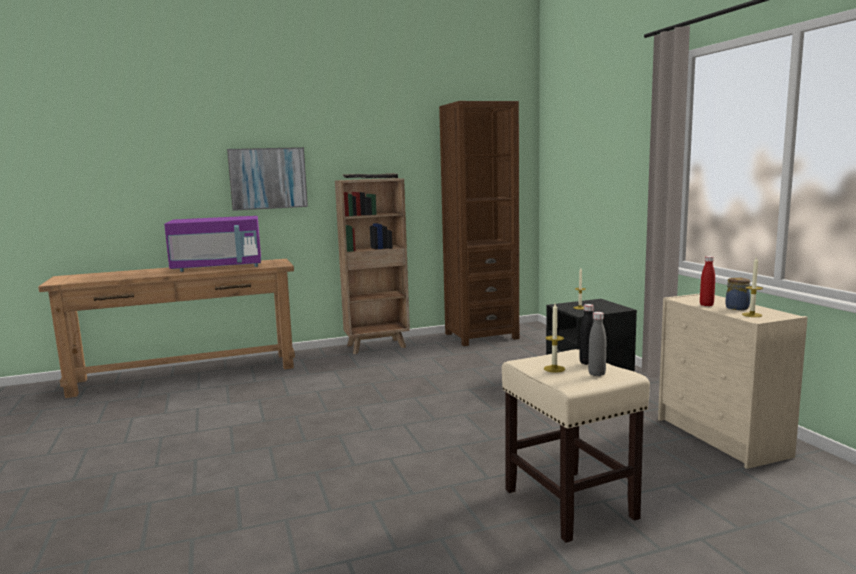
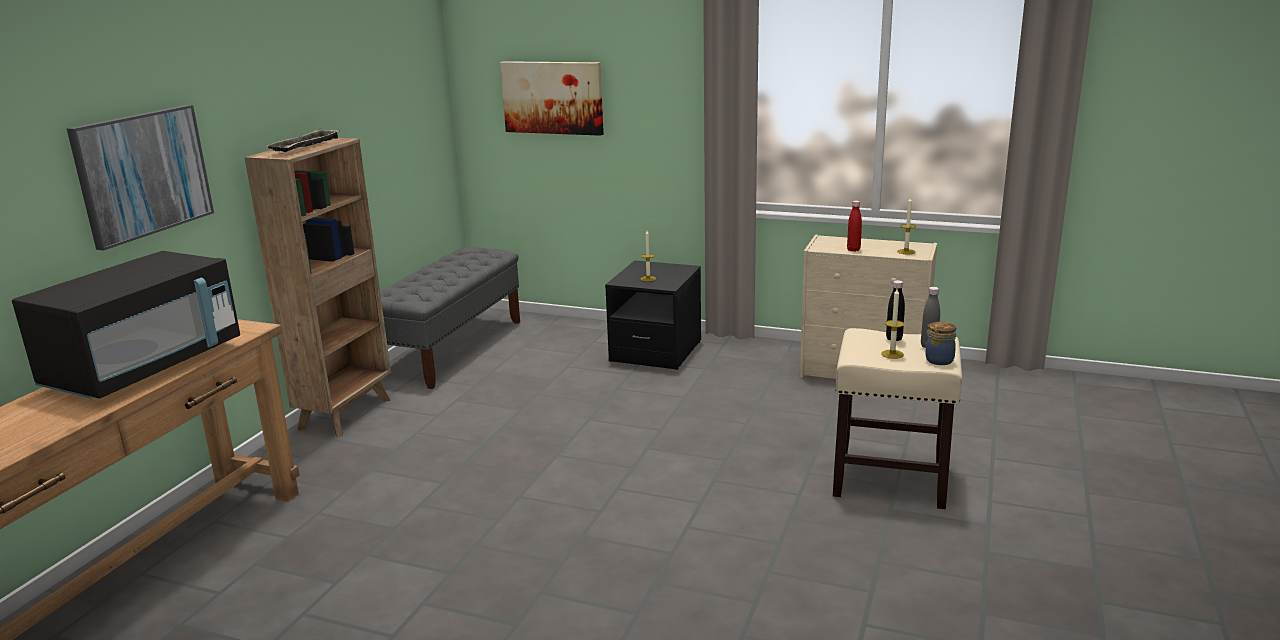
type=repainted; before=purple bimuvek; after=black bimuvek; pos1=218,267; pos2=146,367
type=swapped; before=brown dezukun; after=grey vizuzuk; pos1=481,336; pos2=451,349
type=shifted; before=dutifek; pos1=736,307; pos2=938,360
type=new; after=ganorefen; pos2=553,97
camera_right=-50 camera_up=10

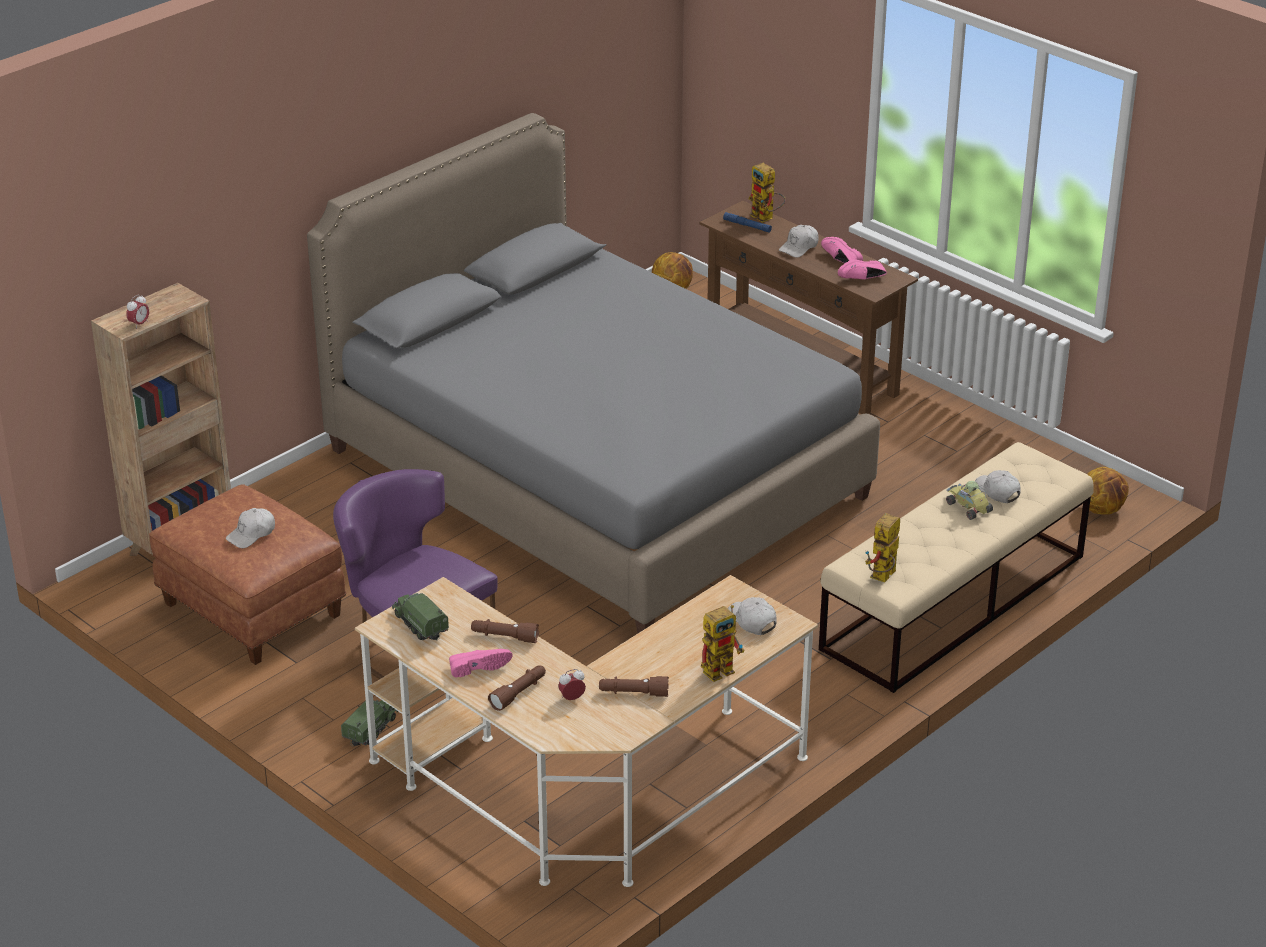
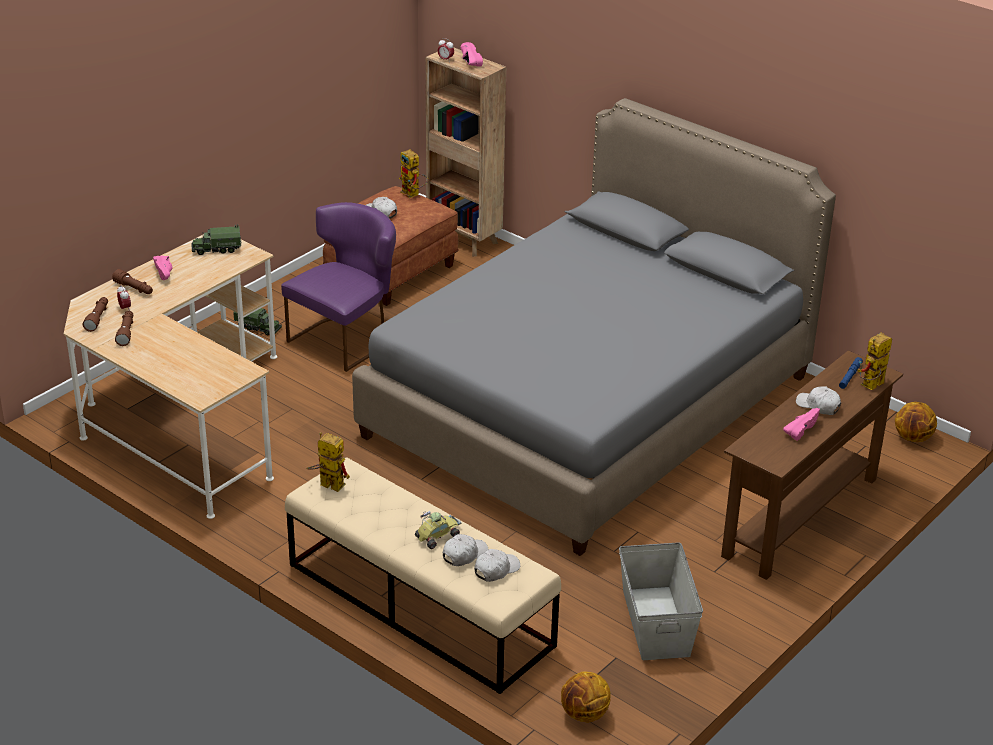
type=rotated; before=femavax; pos1=420,624; pos2=217,249; turn=-150
type=shifted; before=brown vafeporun; pos1=504,637; pos2=98,318
type=shifted; before=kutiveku; pos1=722,668; pos2=413,194
type=shifted; before=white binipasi; pos1=751,621; pos2=496,570
type=shifted; before=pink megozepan; pos1=863,279; pos2=468,61
type=new; after=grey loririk; pos2=656,622
camera_right=85 camera_up=0

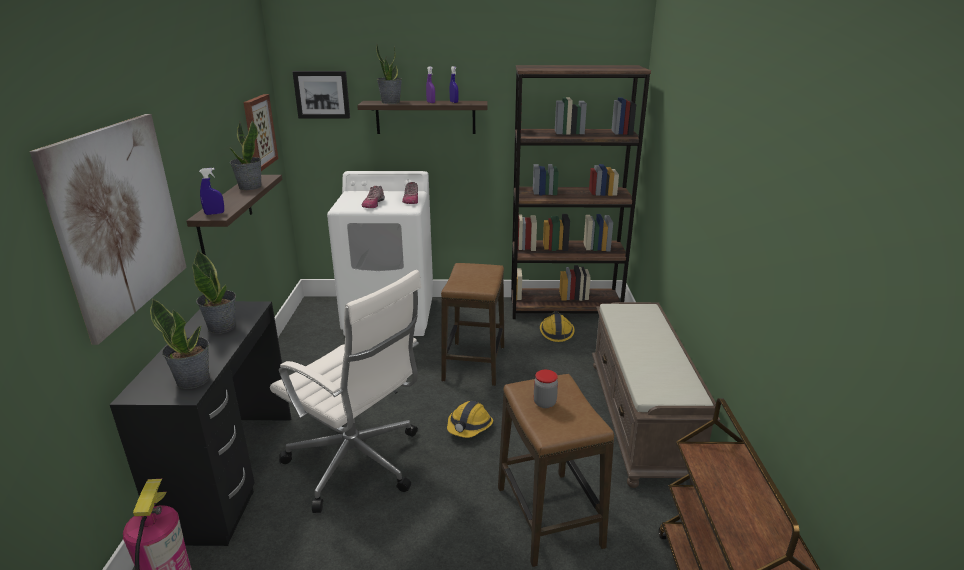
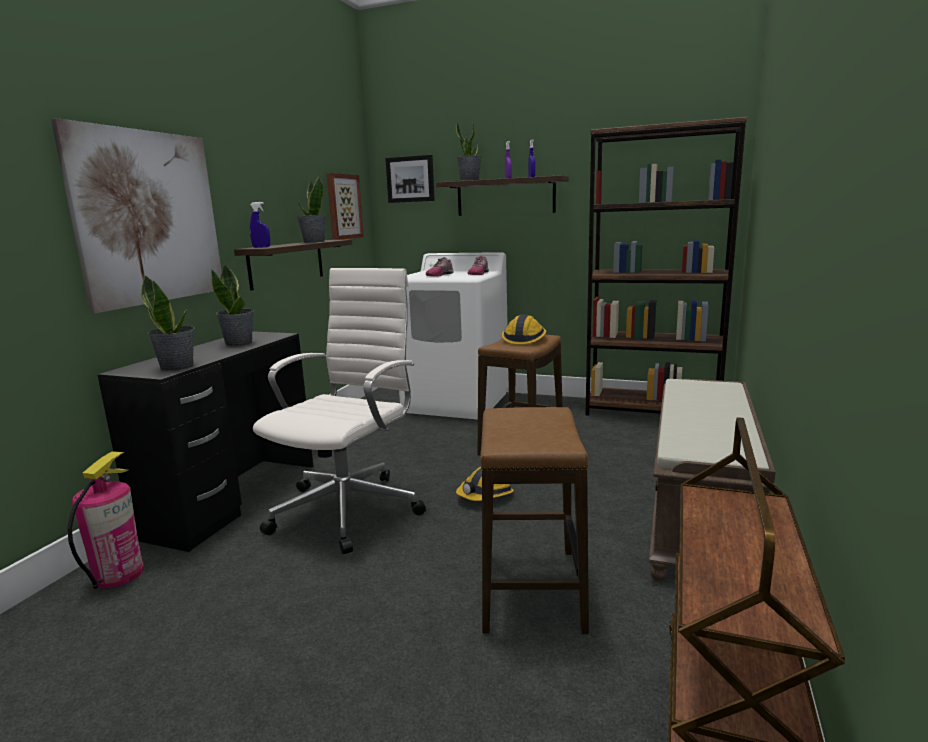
type=rotated; before=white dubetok; pos1=357,463; pos2=350,508; turn=-120
type=gone; before=dutifek; pos1=544,403
type=shifted; before=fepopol; pos1=556,332; pos2=524,339
camera_right=20 camera_up=-10

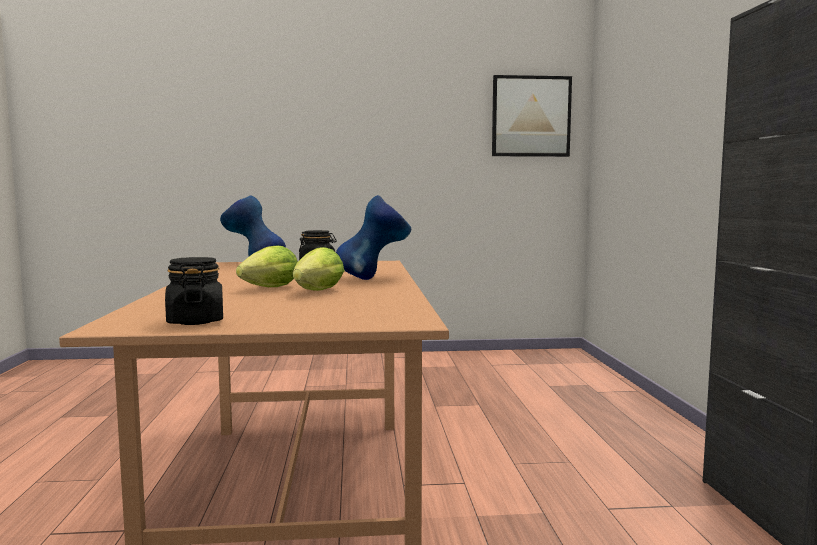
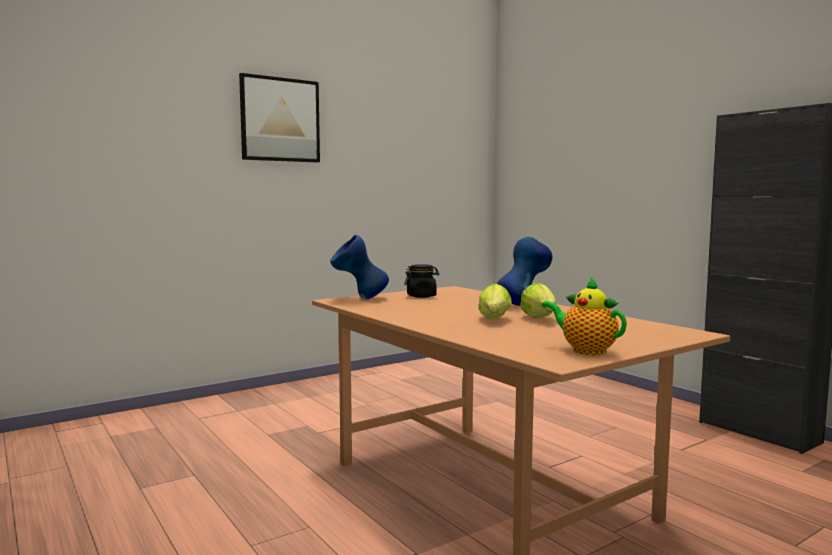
type=swapped; before=black dutifek; after=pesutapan; pos1=195,321; pos2=585,350
type=shifted; before=ganorefen; pos1=531,116; pos2=280,120
camera_right=-30 camera_up=0

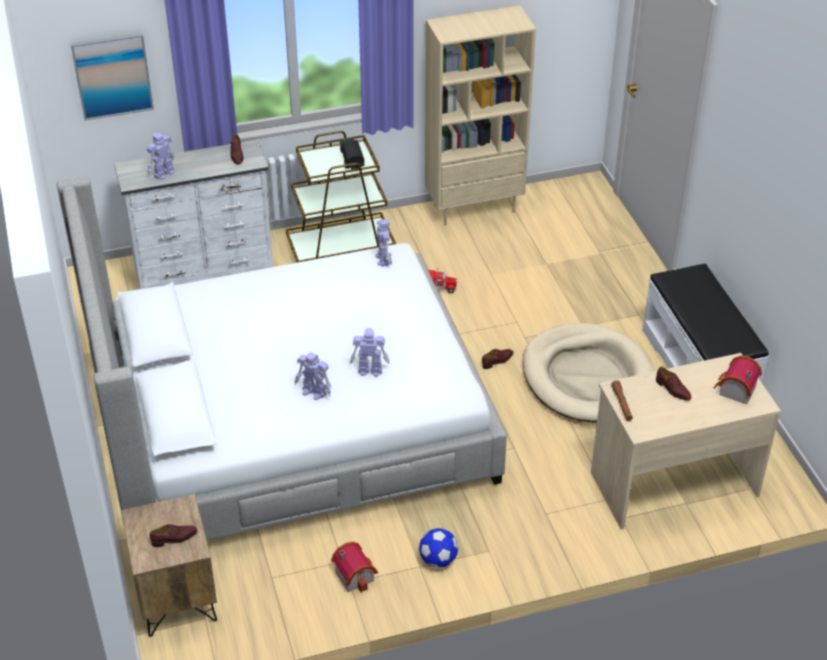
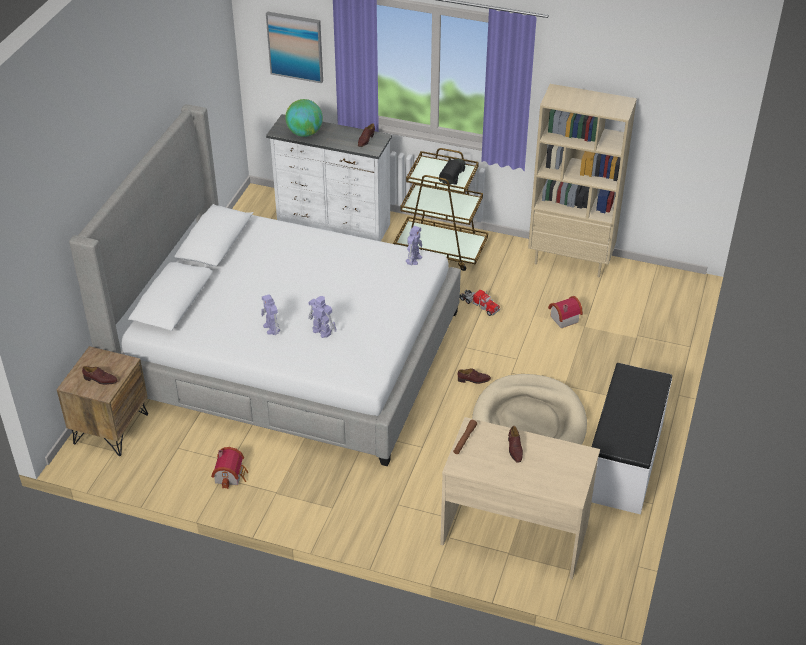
type=swapped; before=kutiveku; after=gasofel; pos1=163,173; pos2=304,133
type=gone; before=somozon; pos1=438,560
type=shifted; before=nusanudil; pos1=734,390; pos2=562,318
camera_right=35 camera_up=0

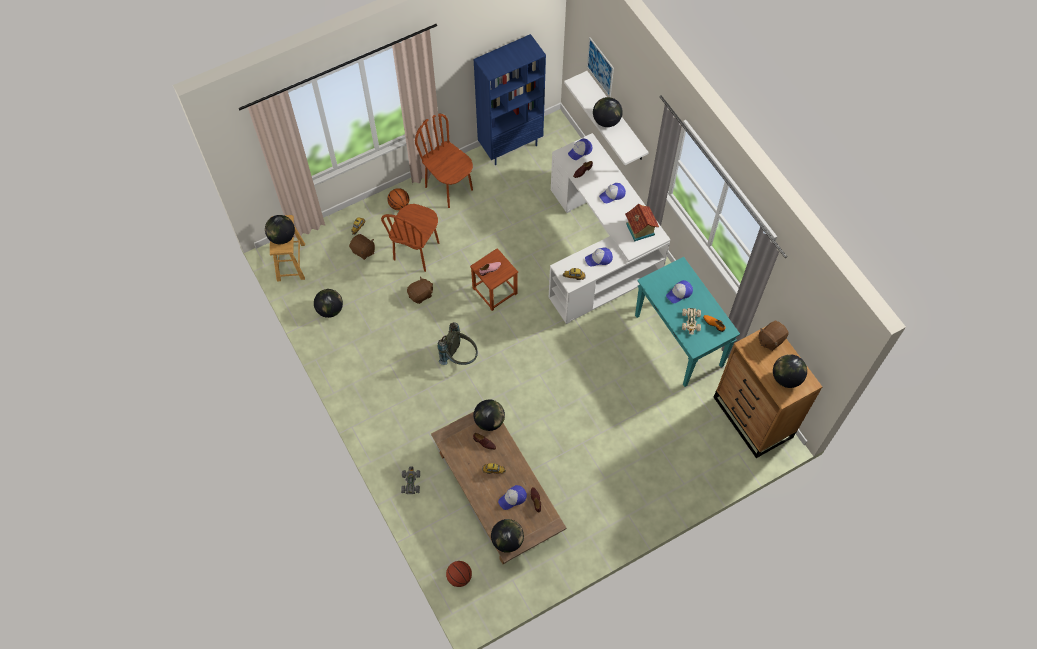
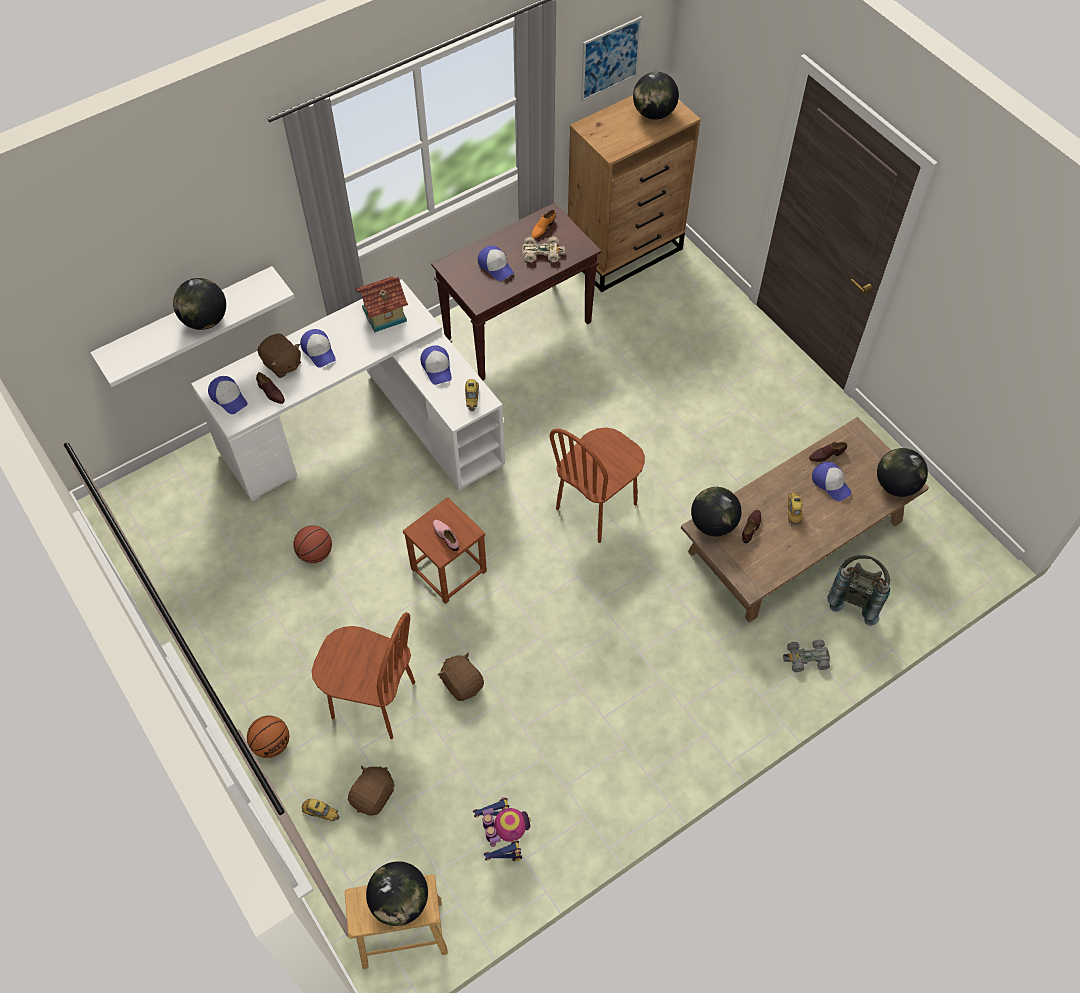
type=swapped; before=gasofel; after=kutiveku; pos1=330,309; pos2=503,837
type=shifted; before=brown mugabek; pos1=449,188; pos2=597,507
type=shifted; before=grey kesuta; pos1=459,357; pos2=855,597
type=shifted; before=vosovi; pos1=459,577; pos2=315,553
type=gone; before=blue dezukun; pos1=510,146
type=shifted; before=ganorefen; pos1=600,67; pos2=610,59
type=repainted; before=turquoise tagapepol; after=brown tagapepol; pos1=679,341; pos2=518,329
type=shifted; before=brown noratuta; pos1=770,339; pos2=282,364
camera_right=-95 camera_up=-5

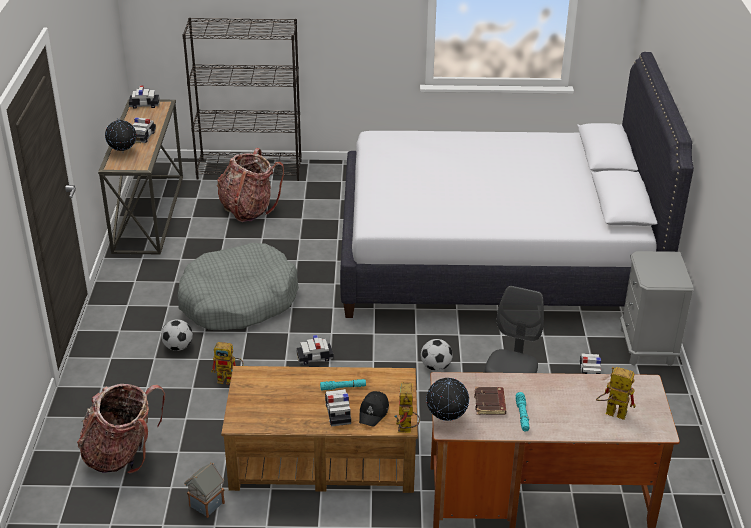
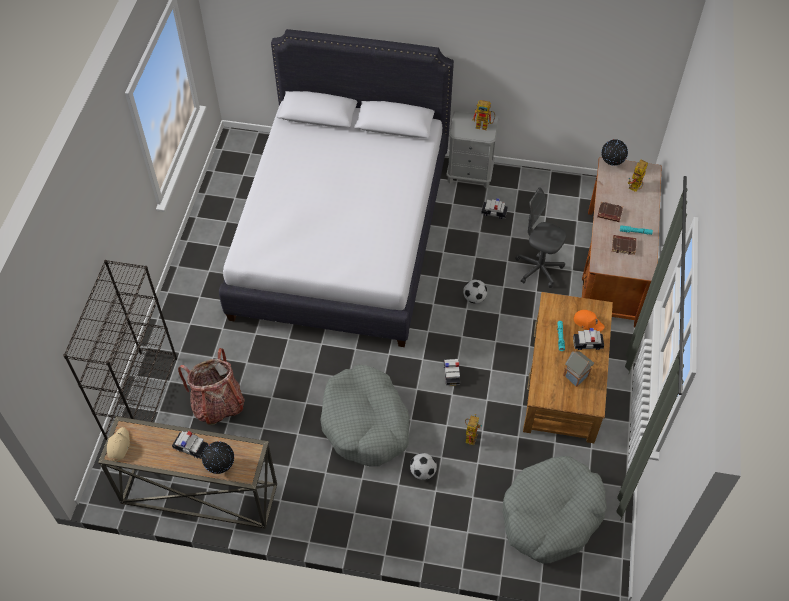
type=swapped; before=kesuta; after=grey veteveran; pos1=122,454; pos2=551,515
type=swapped; before=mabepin; after=beige binipasi; pos1=144,104; pos2=118,446
type=shifted; before=nusanudil; pos1=206,505; pos2=576,376
type=repainted; before=black binipasi; after=orange binipasi; pos1=374,412; pos2=588,322
type=shifted; before=kutiveku; pos1=406,429; pos2=484,126
type=shifted; before=gasofel; pos1=446,419; pos2=611,164
type=new; after=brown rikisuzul; pos2=609,213
camera_right=-80 camera_up=20

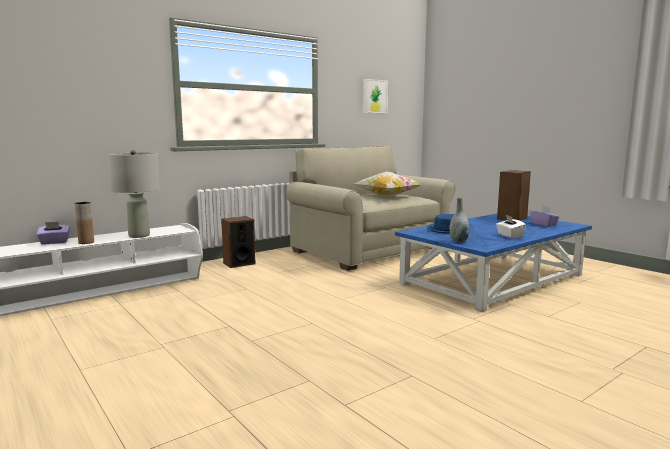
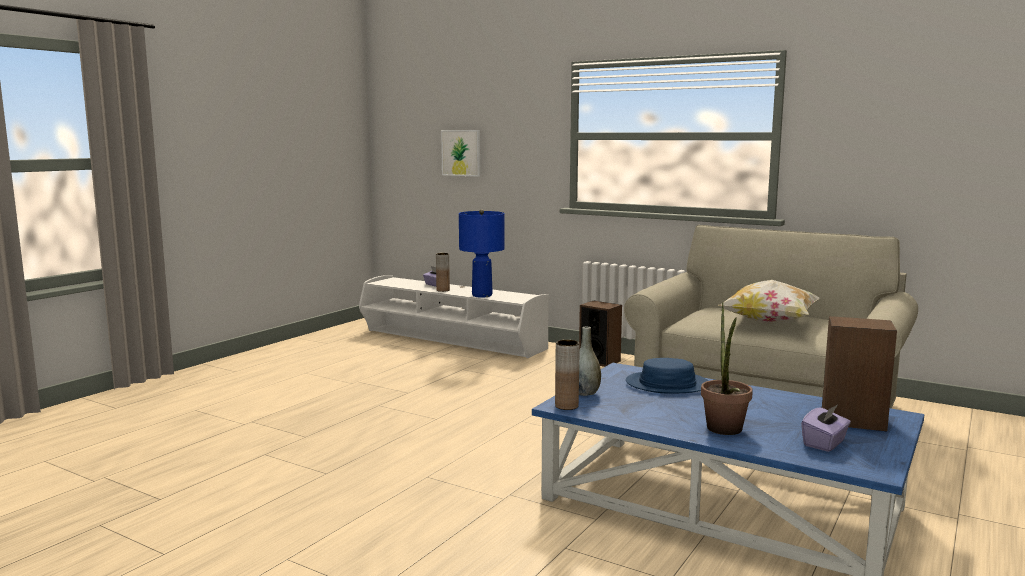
type=repainted; before=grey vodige; after=blue vodige; pos1=139,235; pos2=482,295
type=shifted; before=ganorefen; pos1=374,96; pos2=461,153
type=gone; before=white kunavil; pos1=509,236
type=new; after=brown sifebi; pos2=566,406
type=new; after=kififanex; pos2=724,431
camera_right=70 camera_up=0

